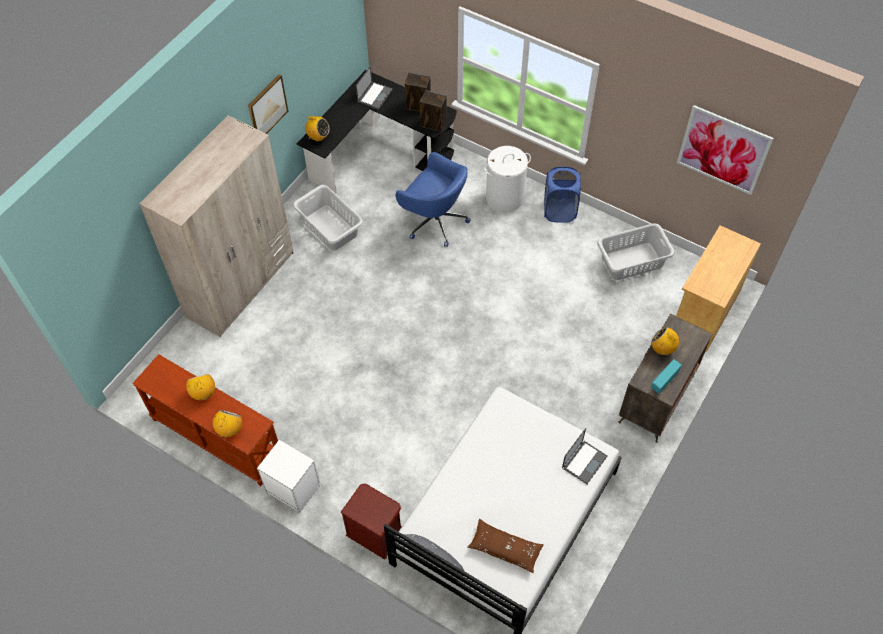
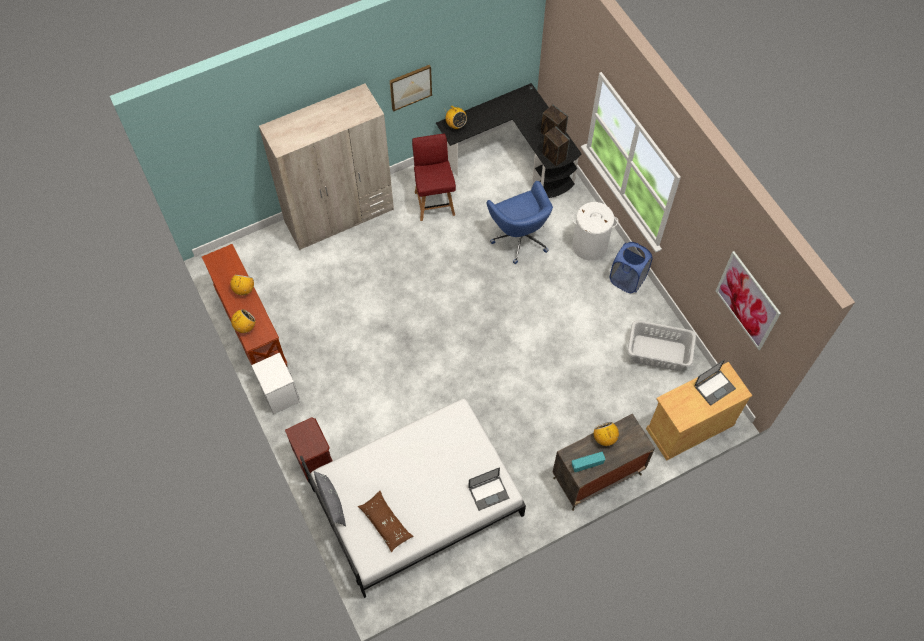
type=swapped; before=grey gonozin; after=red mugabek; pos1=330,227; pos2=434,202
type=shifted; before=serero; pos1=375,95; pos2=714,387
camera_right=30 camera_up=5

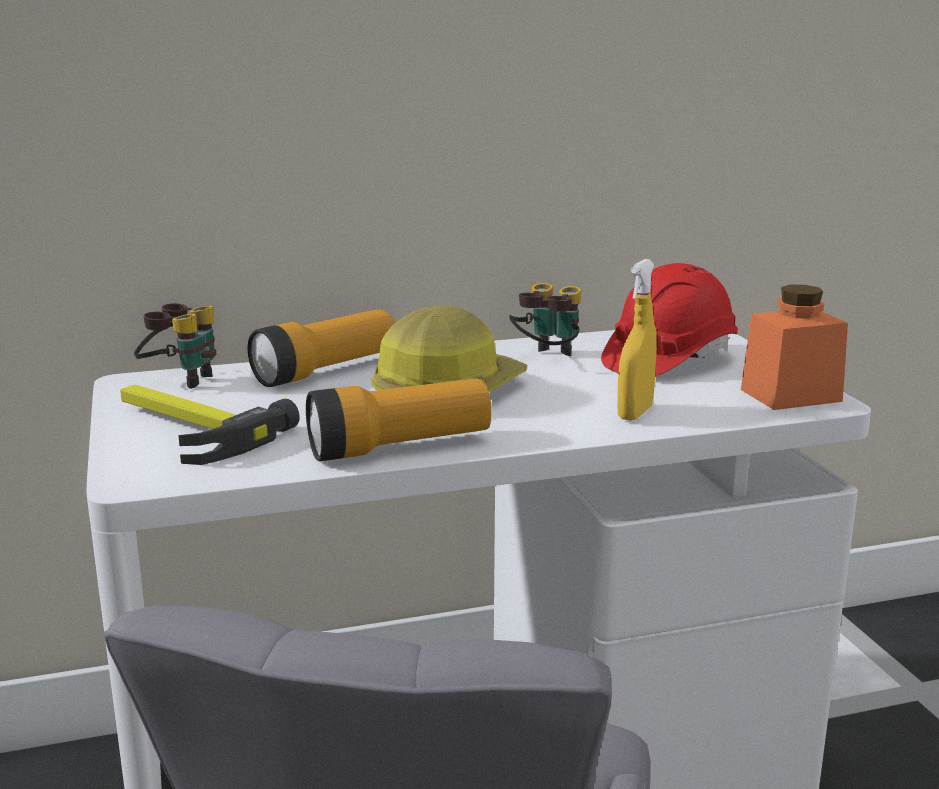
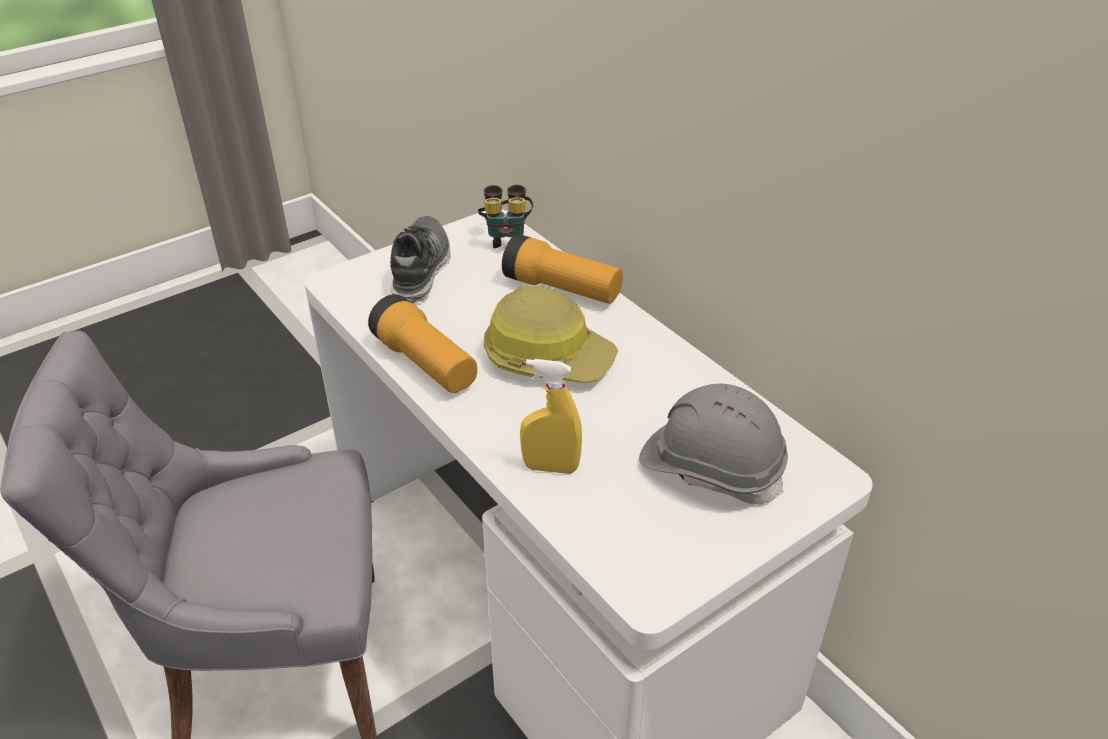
type=swapped; before=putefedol; after=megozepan; pos1=185,429; pos2=420,270
type=gone; before=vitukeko; pos1=547,359
type=repainted; before=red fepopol; after=grey fepopol; pos1=668,360; pos2=711,467
type=gone; before=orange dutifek; pos1=790,395
camera_right=70 camera_up=20

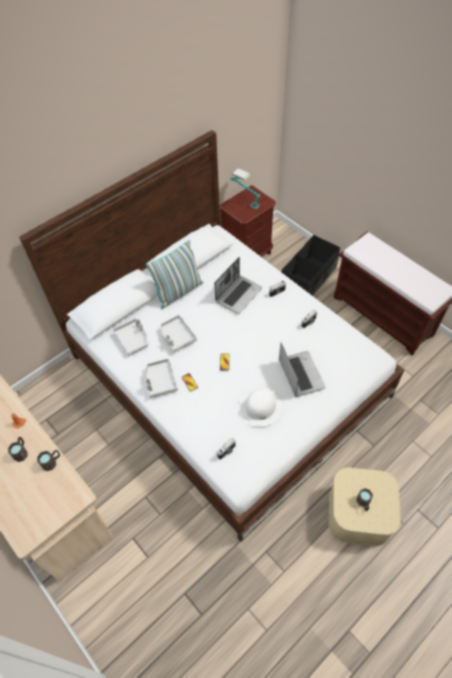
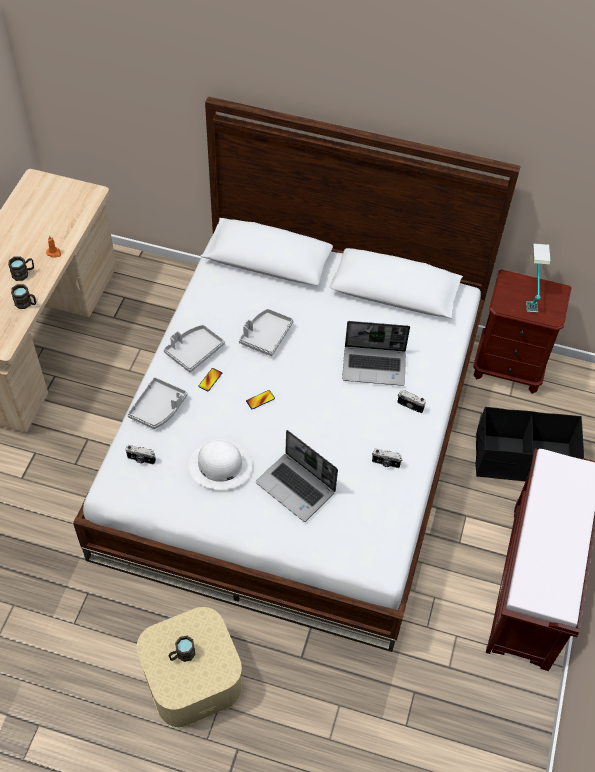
type=shifted; before=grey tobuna; pos1=133,339; pos2=158,408
type=gone; before=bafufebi; pos1=179,292
type=rotated; before=serero; pos1=300,374; pos2=296,487; turn=90
camera_right=55 camera_up=0

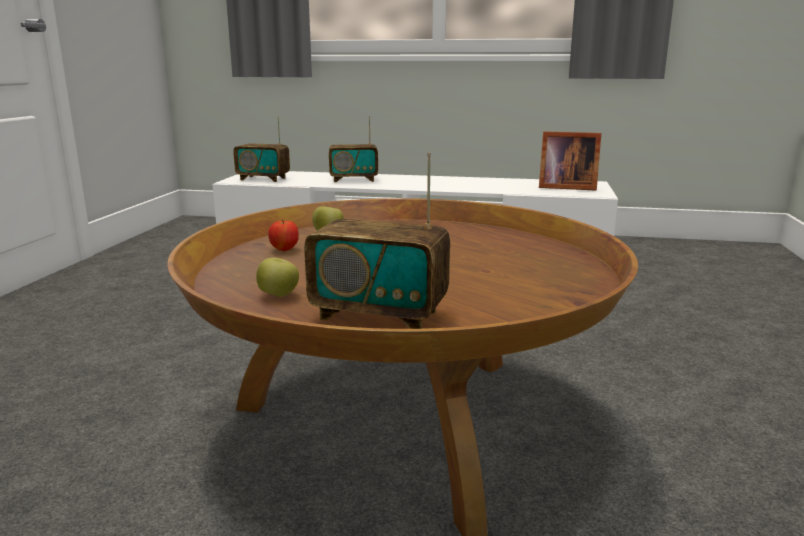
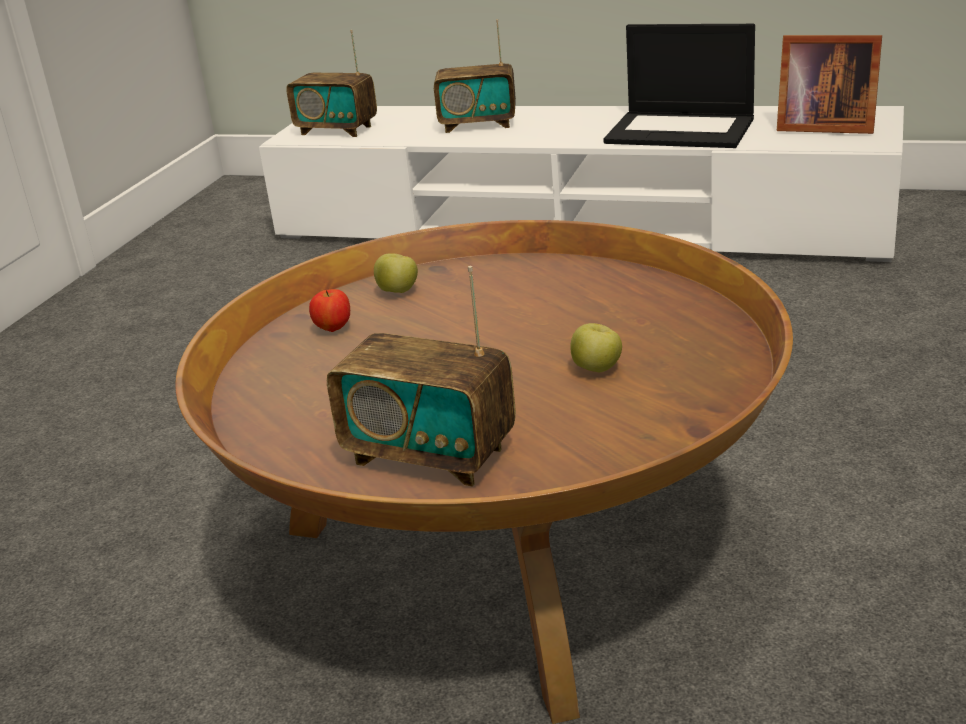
type=shifted; before=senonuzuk; pos1=278,296; pos2=597,369
type=new; after=serero; pos2=682,130
camera_right=10 camera_up=10

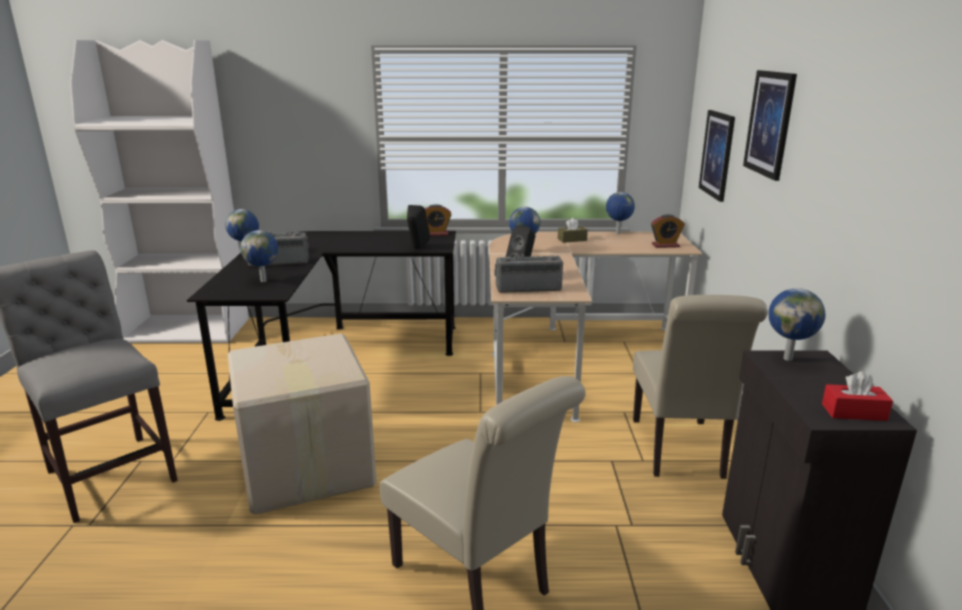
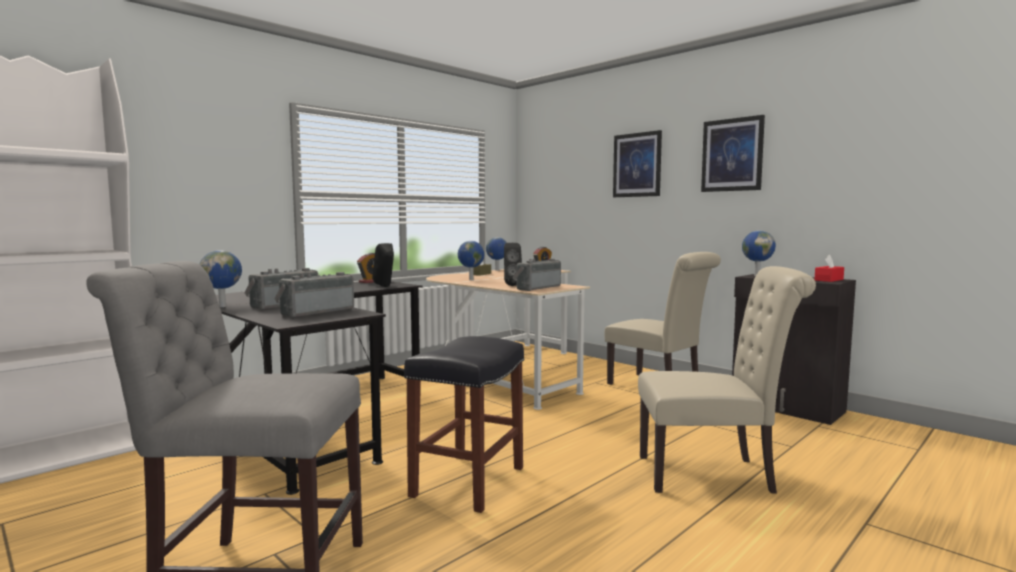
type=swapped; before=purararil; after=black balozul; pos1=305,469; pos2=468,482
type=swapped; before=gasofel; after=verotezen; pos1=264,280; pos2=316,311
type=shifted; before=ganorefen; pos1=717,154; pos2=732,155
camera_right=-45 camera_up=-15

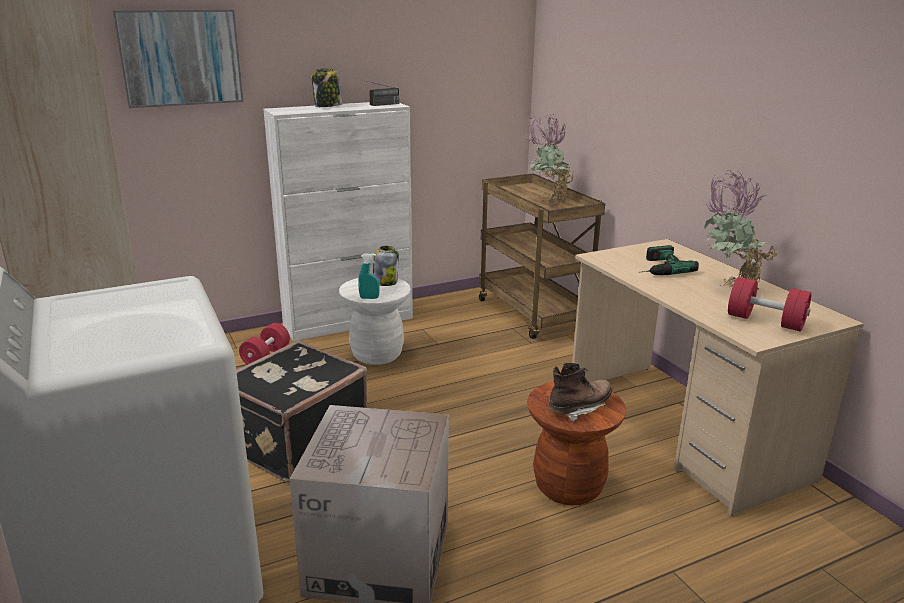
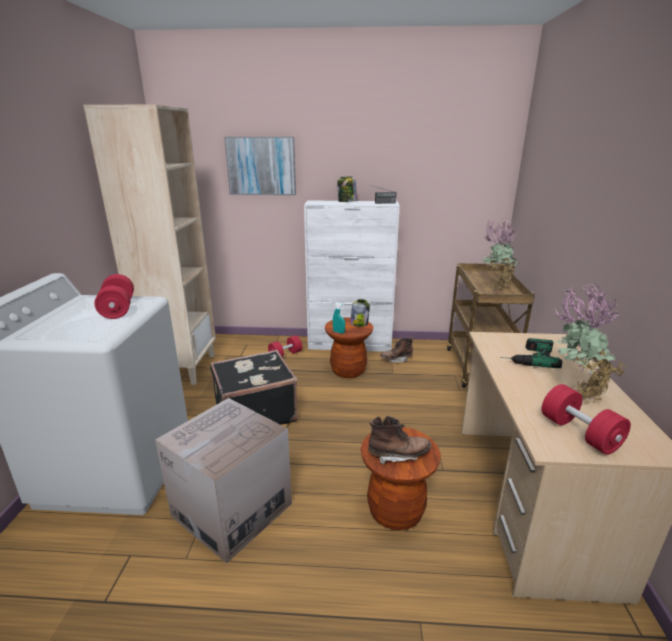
type=repainted; before=white balozul; after=brown balozul; pos1=377,354; pos2=348,370
type=new; after=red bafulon; pos2=118,309
type=new; after=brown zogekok; pos2=396,359
camera_right=30 camera_up=0

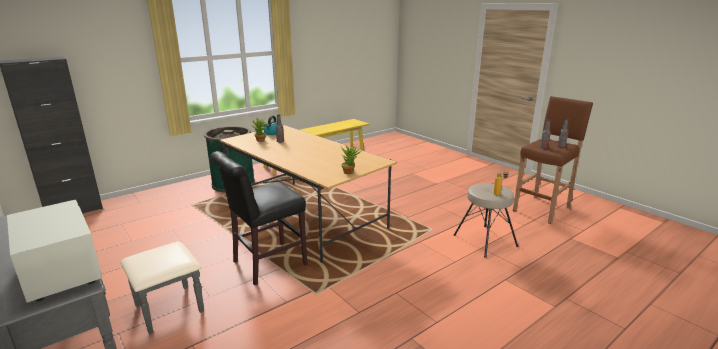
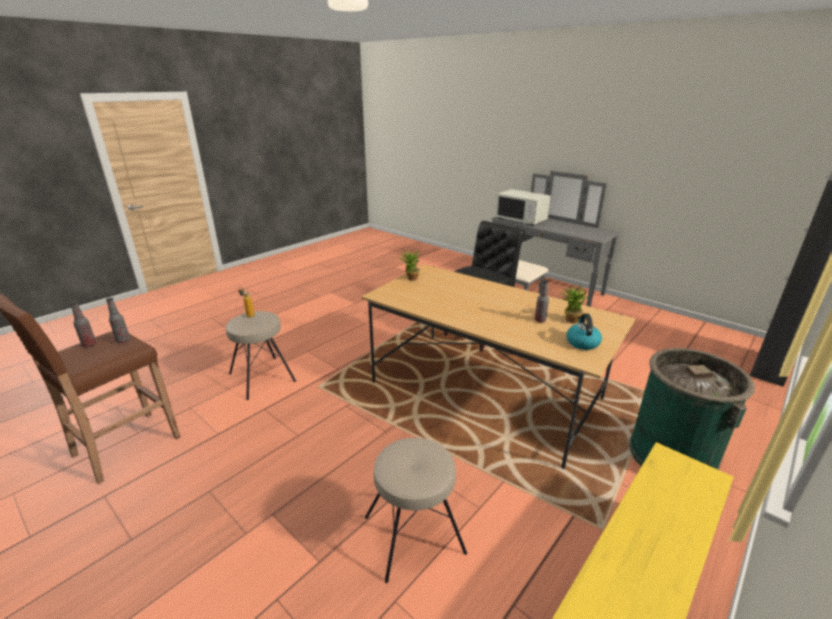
type=new; after=beige balozul; pos2=414,535
camera_right=170 camera_up=5

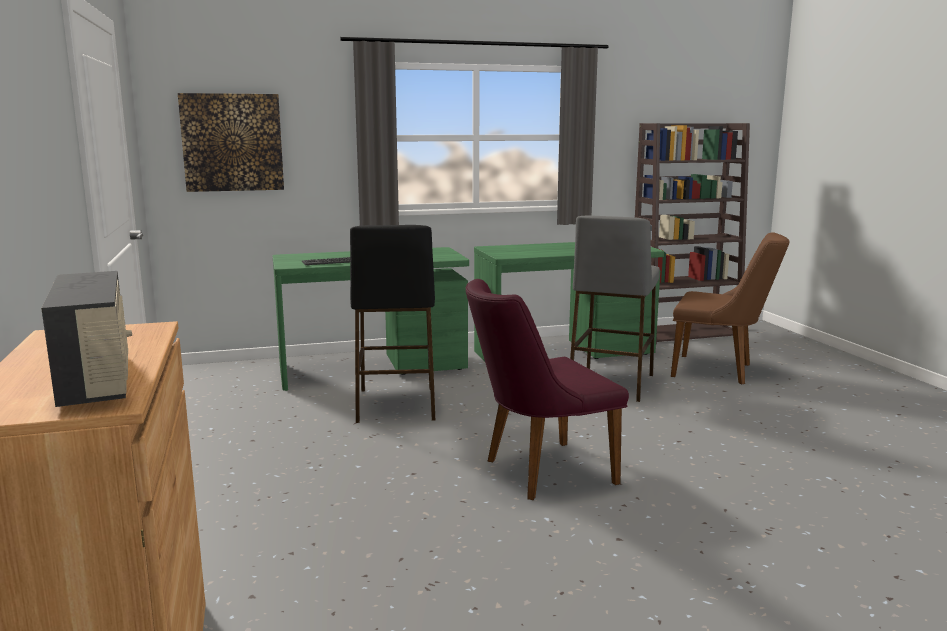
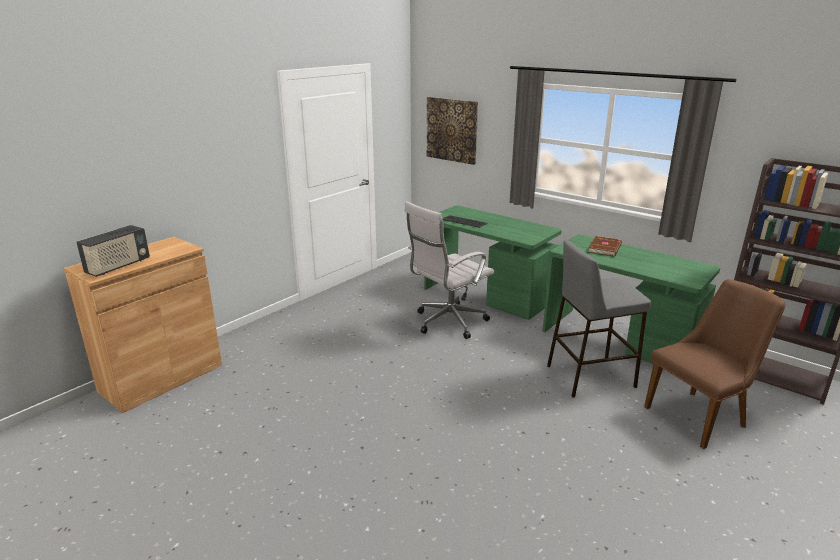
type=swapped; before=black balozul; after=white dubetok; pos1=396,405; pos2=447,323
type=gone; before=purple mugabek; pos1=538,472
type=rotated; before=brown mugabek; pos1=720,371; pos2=702,415; turn=-105
type=new; after=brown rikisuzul; pos2=605,248
camera_right=55 camera_up=10

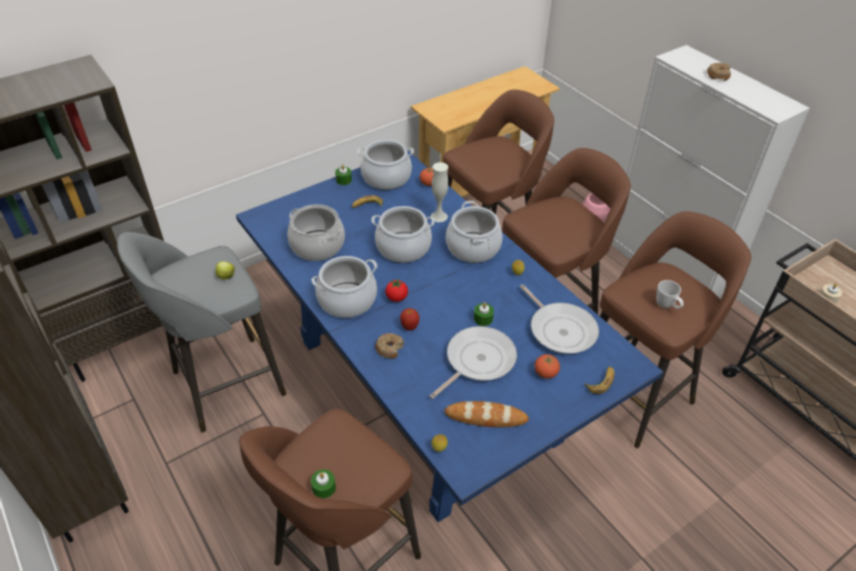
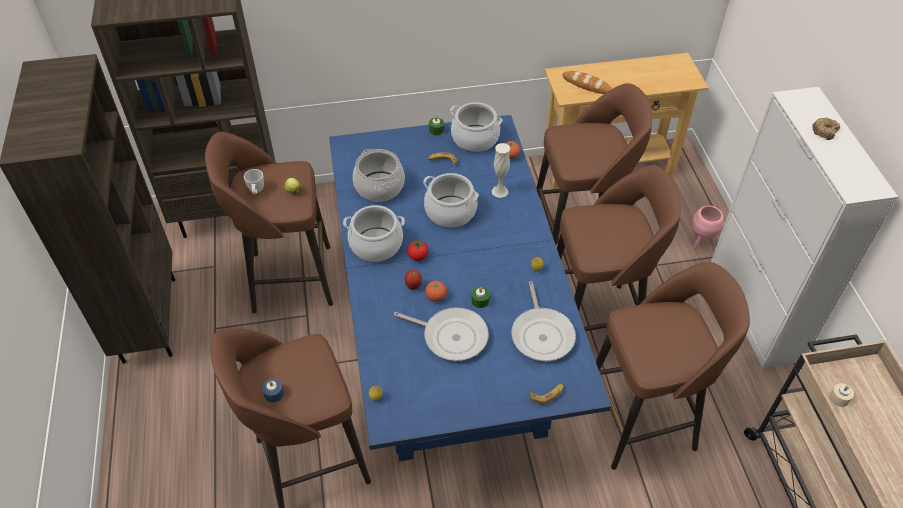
type=repainted; before=grey balozul; after=brown balozul; pos1=225,384; pos2=288,279
type=repainted; before=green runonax; after=blue runonax; pos1=324,488; pos2=274,393
type=gone; before=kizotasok; pos1=389,348
type=rotated; before=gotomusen; pos1=477,361; pos2=452,336; turn=45
type=shifted; before=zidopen; pos1=486,417; pos2=587,85
type=gone; before=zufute; pos1=473,247
type=shifted; before=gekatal; pos1=545,373; pos2=436,297
type=shifted; before=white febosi; pos1=667,306; pos2=256,192
camera_right=25 camera_up=5

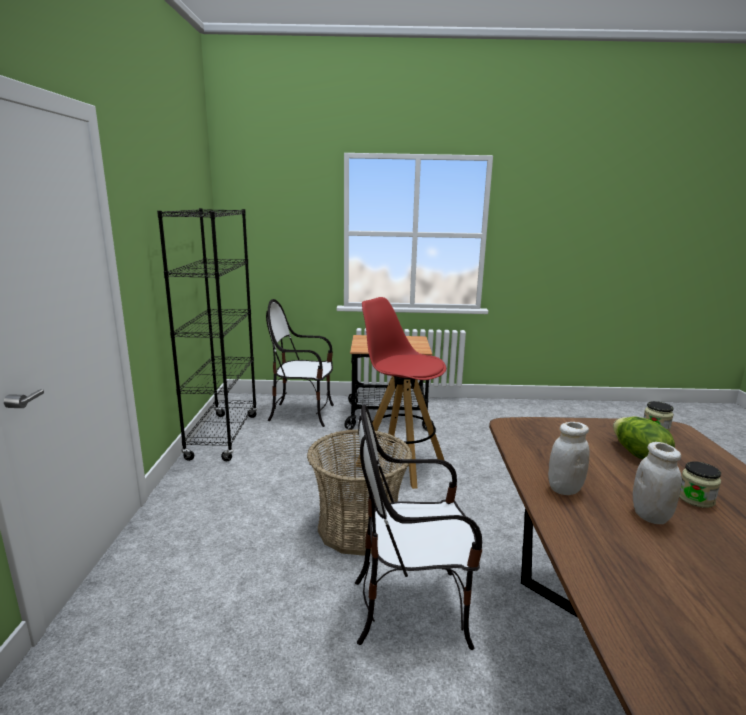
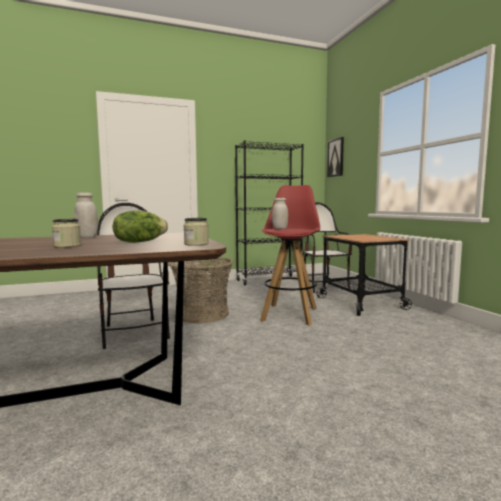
type=shifted; before=white dutifek; pos1=650,516; pos2=280,228
type=new; after=ganorefen; pos2=336,157
camera_right=70 camera_up=-10

